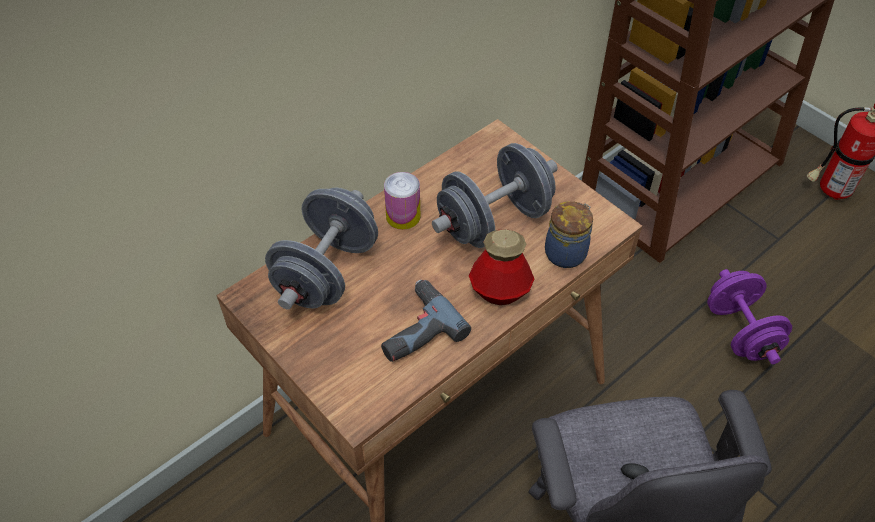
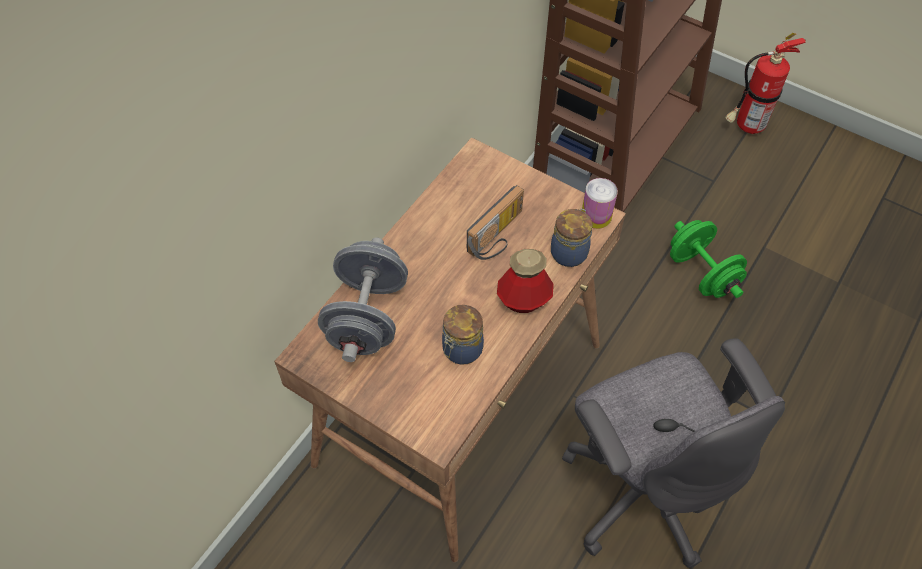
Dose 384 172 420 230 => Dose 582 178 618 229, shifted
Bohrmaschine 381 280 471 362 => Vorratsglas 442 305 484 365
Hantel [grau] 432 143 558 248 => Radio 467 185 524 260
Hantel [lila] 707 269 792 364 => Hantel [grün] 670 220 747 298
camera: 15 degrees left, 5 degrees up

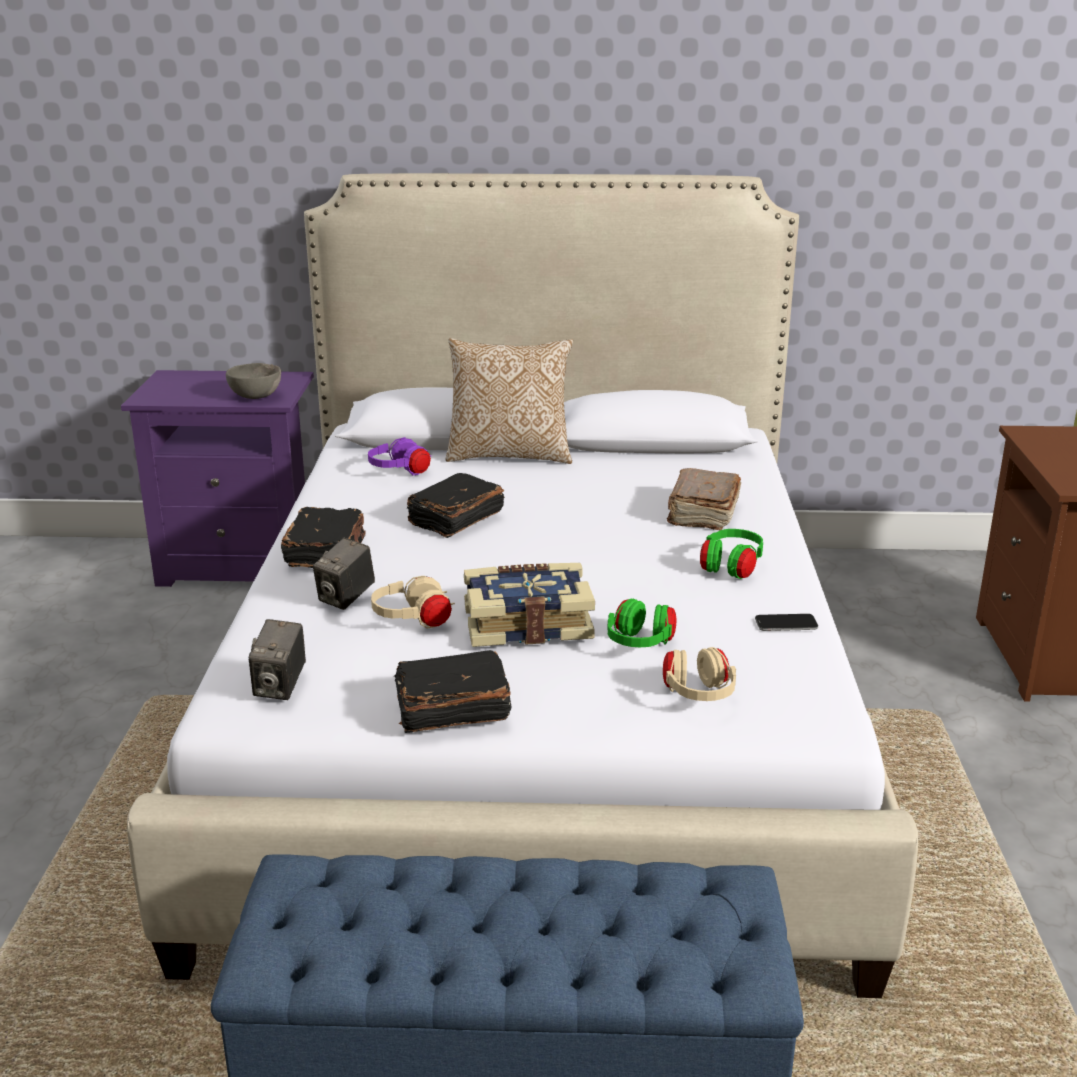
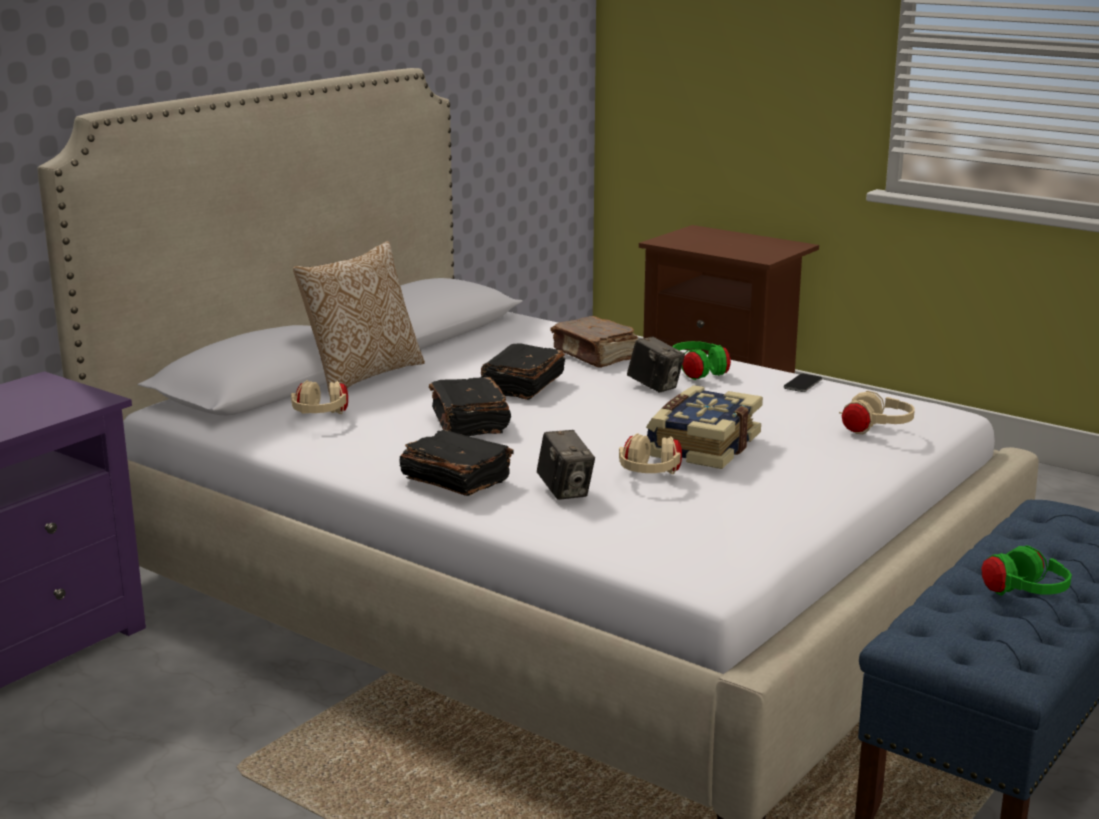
Schüssel [grau] 226 363 281 399 => nothing
Kamera 249 619 306 700 => Kamera 627 336 685 392, shifted
Buch [schwarz] 394 650 512 733 => Buch [schwarz] 481 343 565 400, shifted
Kopfhörer [grün] 607 598 677 647 => Kopfhörer [grün] 981 545 1072 596, shifted
Kopfhörer [lila] 368 437 431 476 => Kopfhörer [beige] 291 380 348 414
camera: 55 degrees left, 5 degrees down

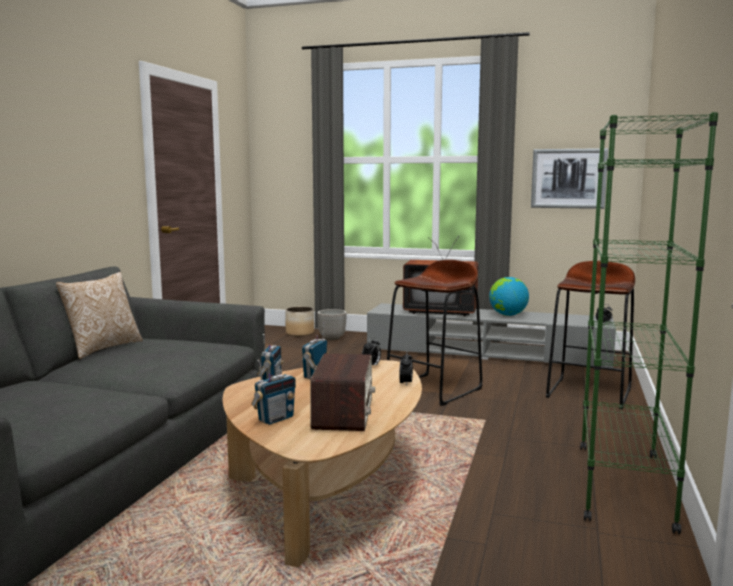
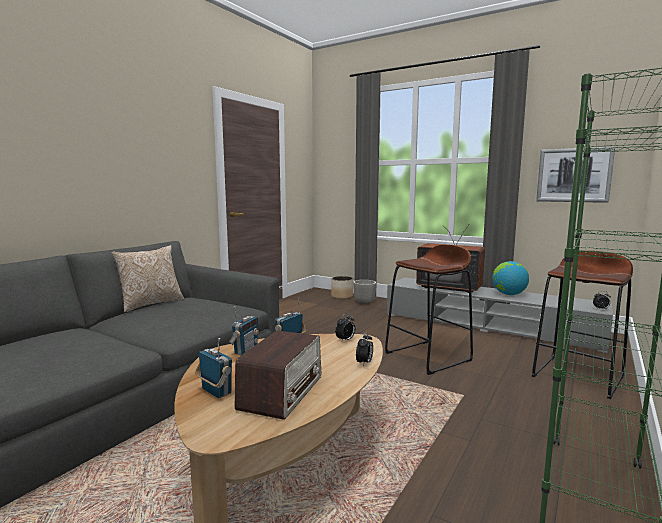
Radio 251 360 296 425 => Radio 195 338 232 398, 105 degrees counterclockwise
camera: 15 degrees right, 0 degrees up

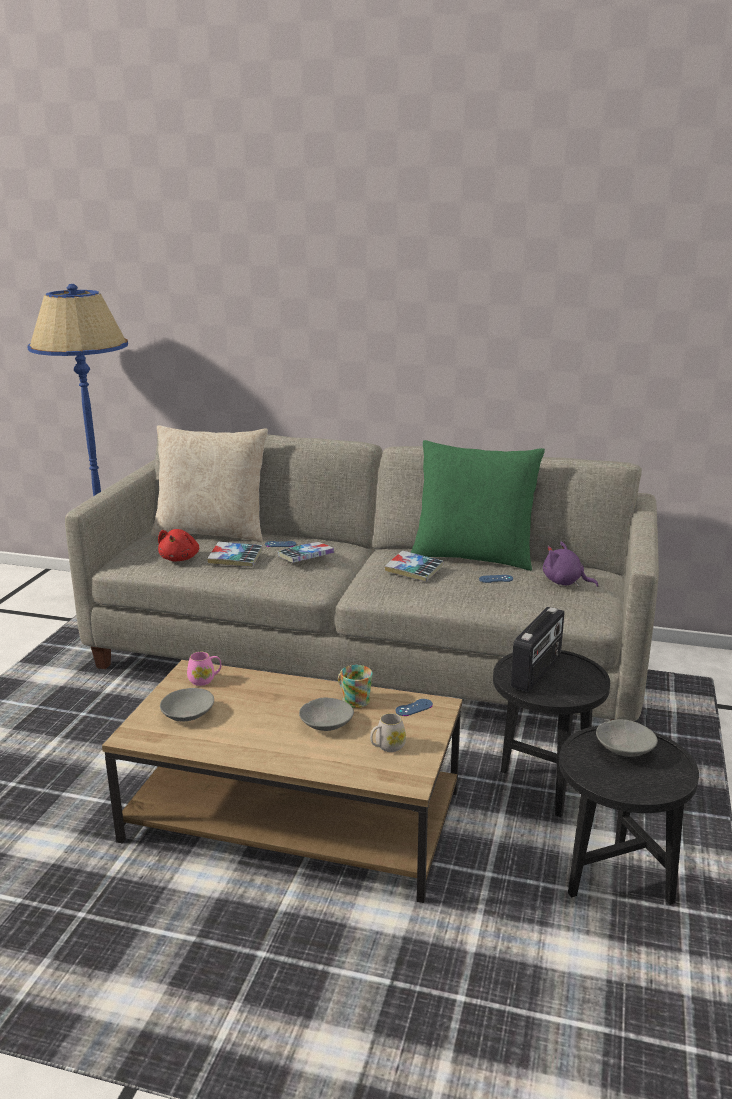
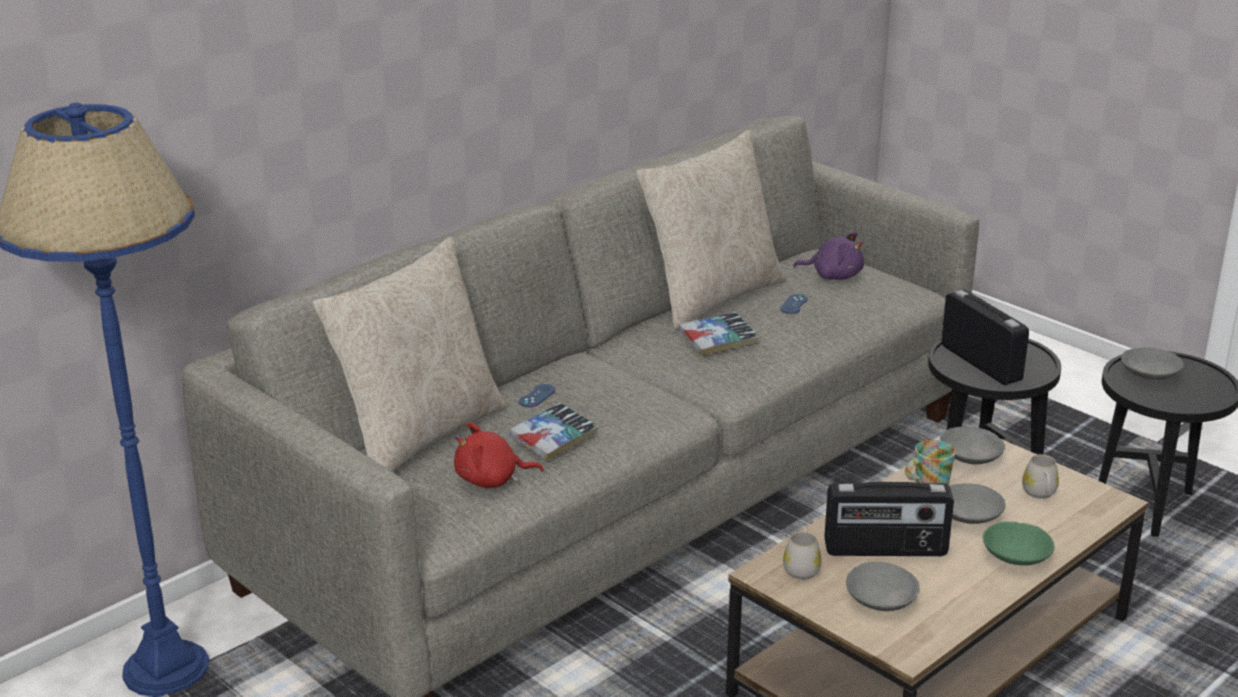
Buch 278 542 334 563 => nothing
nothing => Radio 824 481 954 556
nothing => Schüssel [grün] 983 522 1055 565
Gamepad [blau] 396 699 433 716 => Schüssel [grau] 940 427 1005 464
Henkelbecher [rosa] 187 652 222 686 => Henkelbecher [weiß] 783 530 821 580
Kissen [grün] 411 440 545 571 => Kissen [beige] 636 130 786 329
Plüschtier [rot] 158 529 199 561 => Plüschtier [rot] 454 422 544 488, 135 degrees clockwise
Plüschtier [lila] 543 542 598 587 => Plüschtier [lila] 793 232 864 280, 135 degrees counterclockwise
camera: 60 degrees left, 5 degrees up

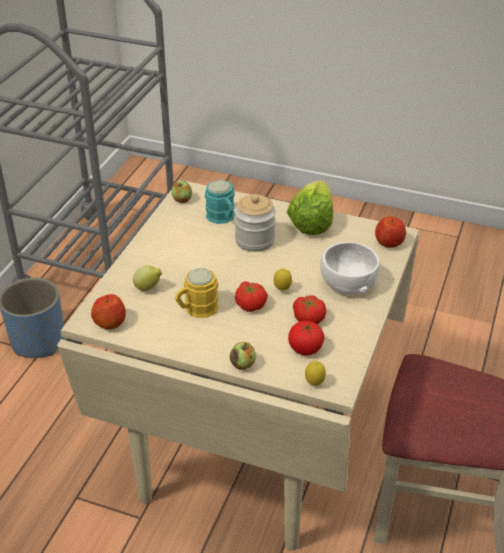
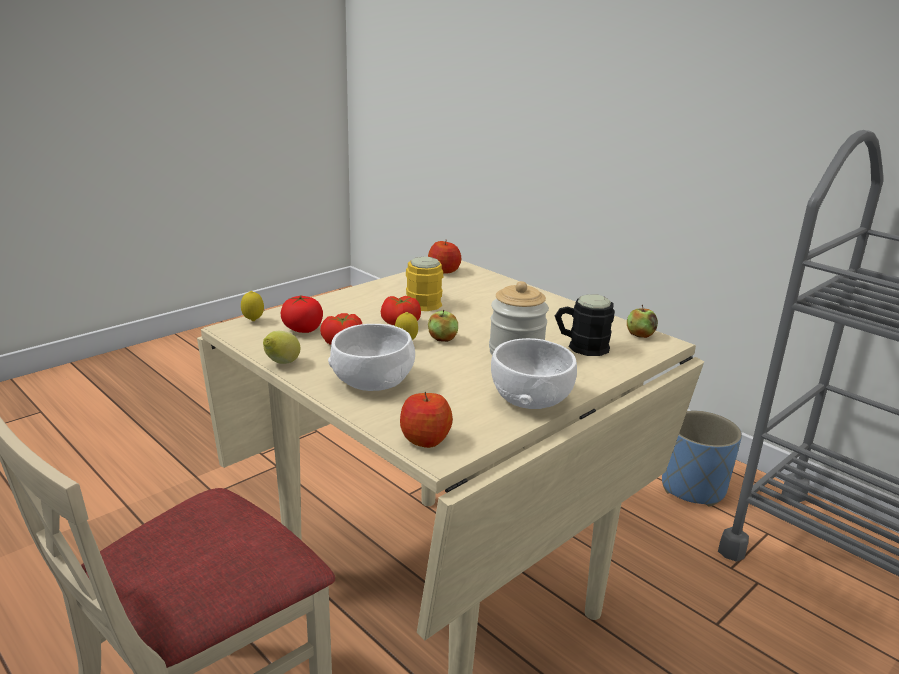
Zitrone 133 265 162 291 => Zitrone 263 331 301 364, shifted
Apfel 230 342 256 370 => Apfel 428 310 458 342, shifted
Salatkopf 287 180 333 235 => Schüssel [weiß] 491 338 577 409
Henkelbecher [türkis] 205 180 235 224 => Henkelbecher [schwarz] 555 294 615 356
camera: 115 degrees right, 15 degrees down

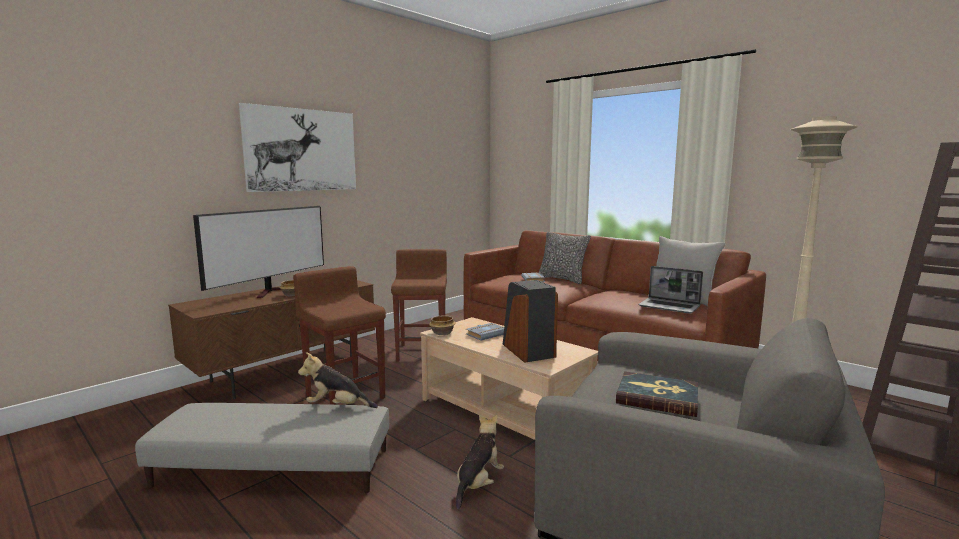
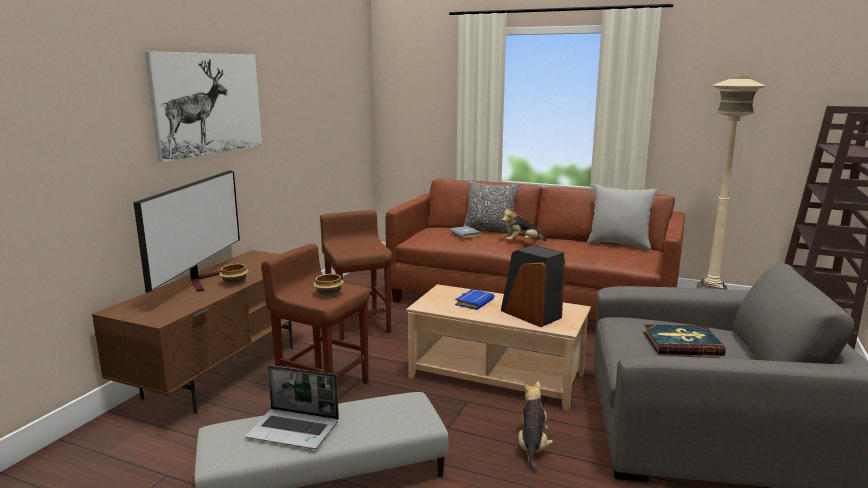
Plüschtier 298 352 378 408 => Plüschtier 502 207 546 241, shifted
Schüssel 429 315 456 335 => Schüssel 314 274 344 297, shifted
Laptop 639 266 703 314 => Laptop 245 365 339 449, shifted
Buch [grau] 466 323 504 341 => Buch [blau] 455 289 494 310
camera: 20 degrees left, 5 degrees up

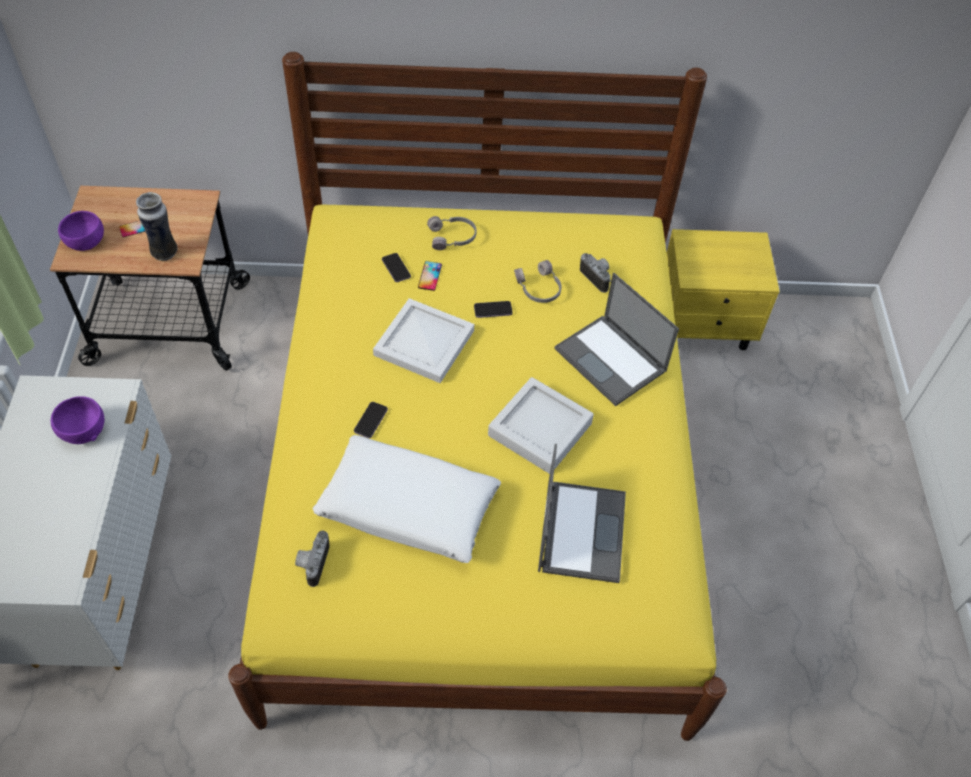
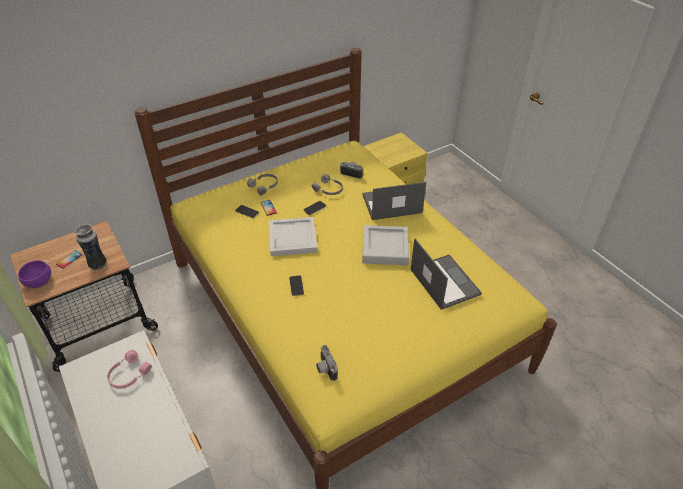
Kissen [weiß] 312 435 501 563 => nothing
Schüssel [lila] 51 396 104 444 => Kopfhörer [rosa] 107 350 152 388
Laptop 554 273 679 406 => Laptop 362 182 426 220, 150 degrees clockwise
camera: 30 degrees left, 10 degrees down

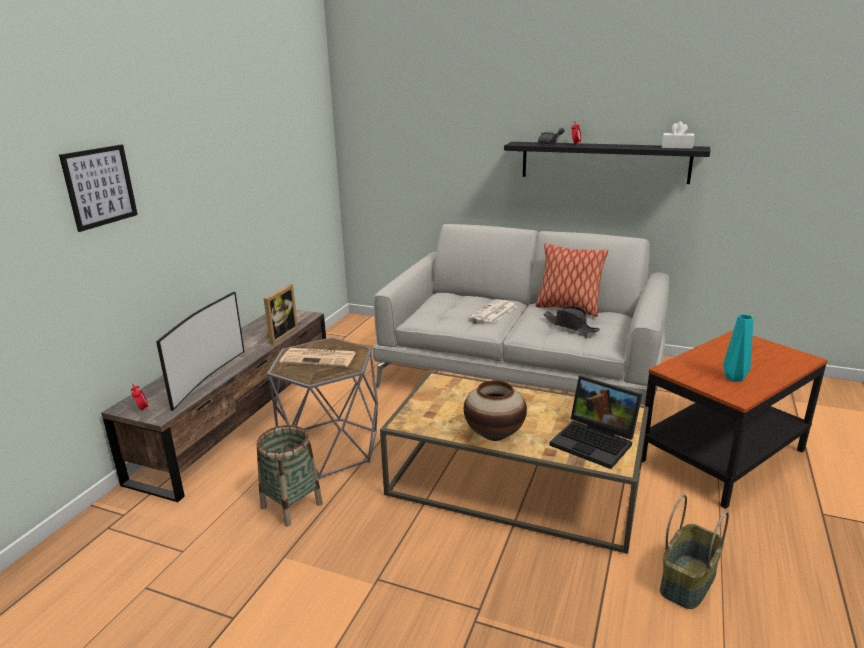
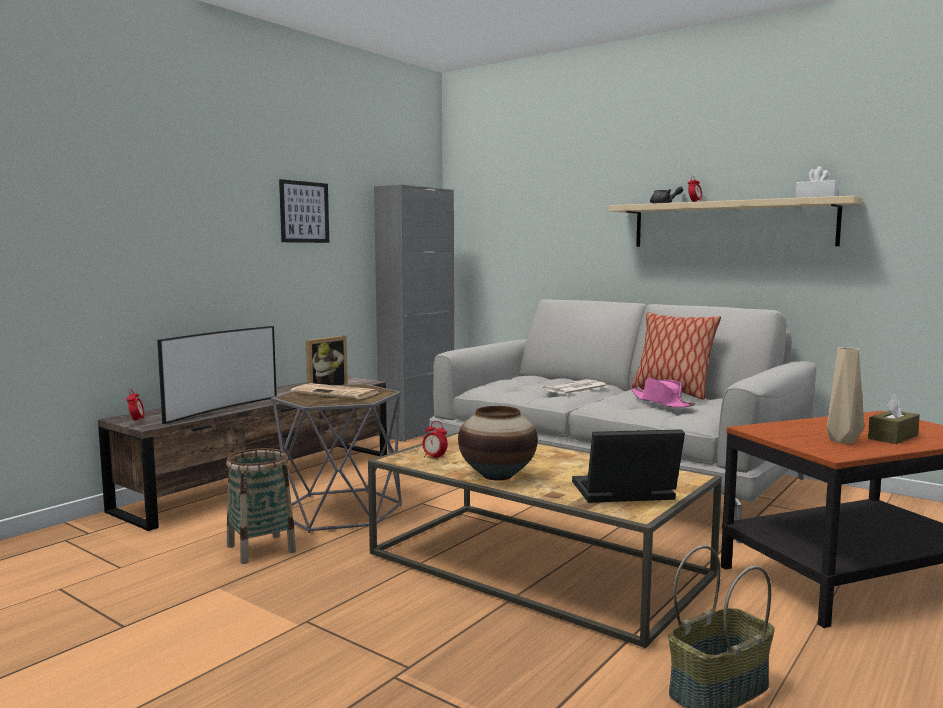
nothing => Schrank [grau] 374 184 454 442
nothing => Wecker 422 421 448 460
nothing => Taschentuchbox [braun] 868 394 920 444
Bild 59 144 138 232 => Bild 279 179 329 243, shifted
Wandregal [schwarz] 504 142 710 184 => Wandregal [beige] 609 196 863 247
Hut [schwarz] 543 306 600 333 => Hut [rosa] 631 378 696 408
Vase [türkis] 723 314 754 382 => Vase [beige] 827 347 864 444
Laptop 549 376 642 469 => Laptop 572 429 685 503, 120 degrees clockwise
camera: 15 degrees right, 15 degrees down

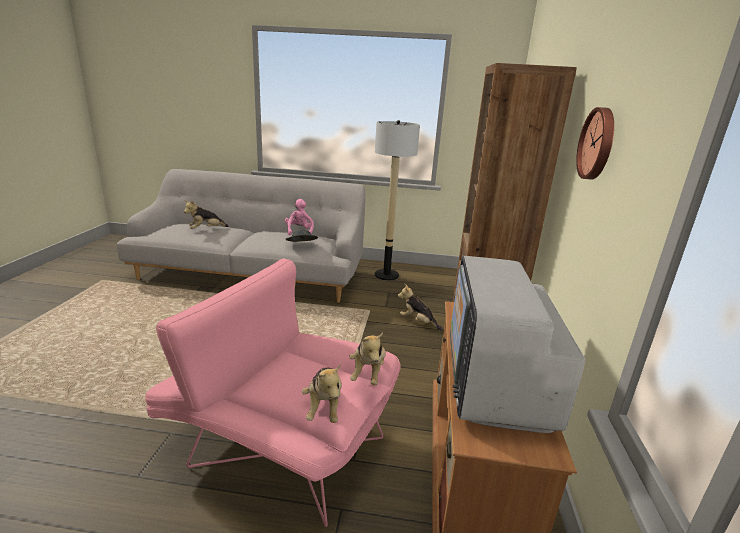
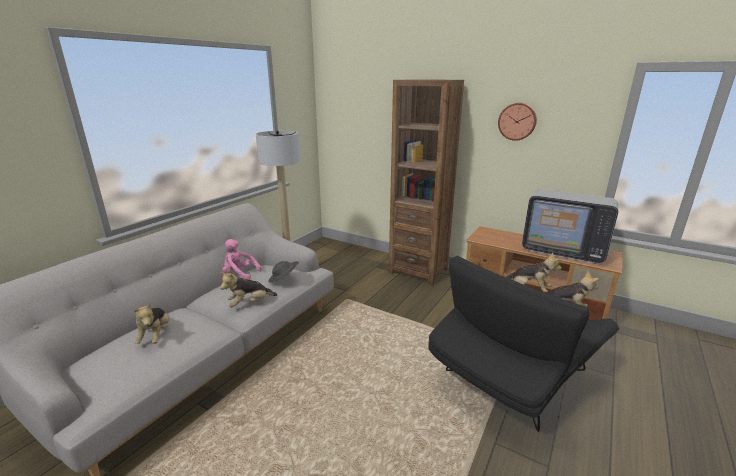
Plüschtier 398 284 442 330 => Plüschtier 220 272 277 307, shifted
Sessel [rosa] 145 258 401 527 => Sessel [schwarz] 428 256 619 432
camera: 65 degrees left, 0 degrees up

